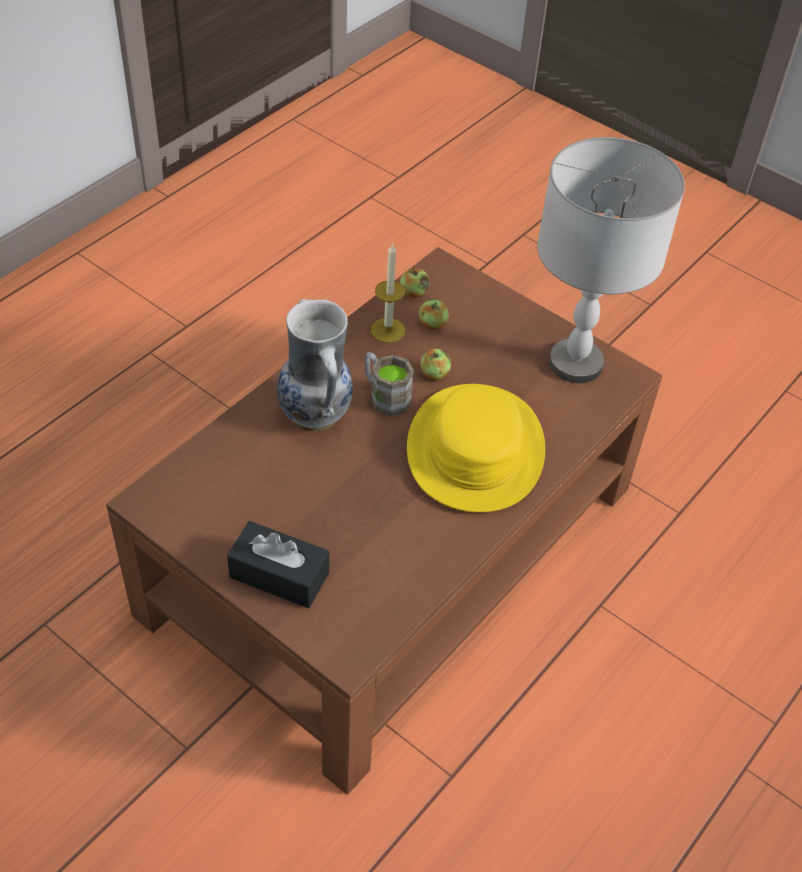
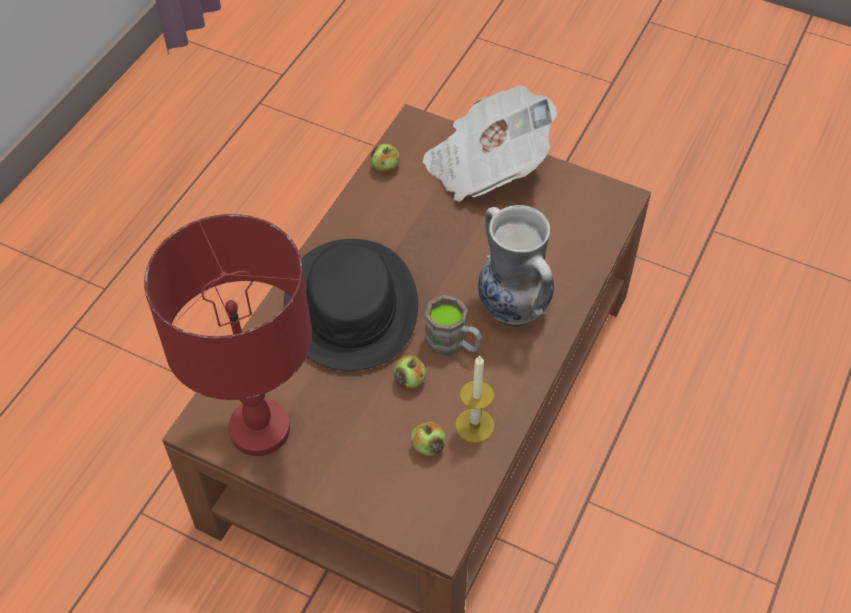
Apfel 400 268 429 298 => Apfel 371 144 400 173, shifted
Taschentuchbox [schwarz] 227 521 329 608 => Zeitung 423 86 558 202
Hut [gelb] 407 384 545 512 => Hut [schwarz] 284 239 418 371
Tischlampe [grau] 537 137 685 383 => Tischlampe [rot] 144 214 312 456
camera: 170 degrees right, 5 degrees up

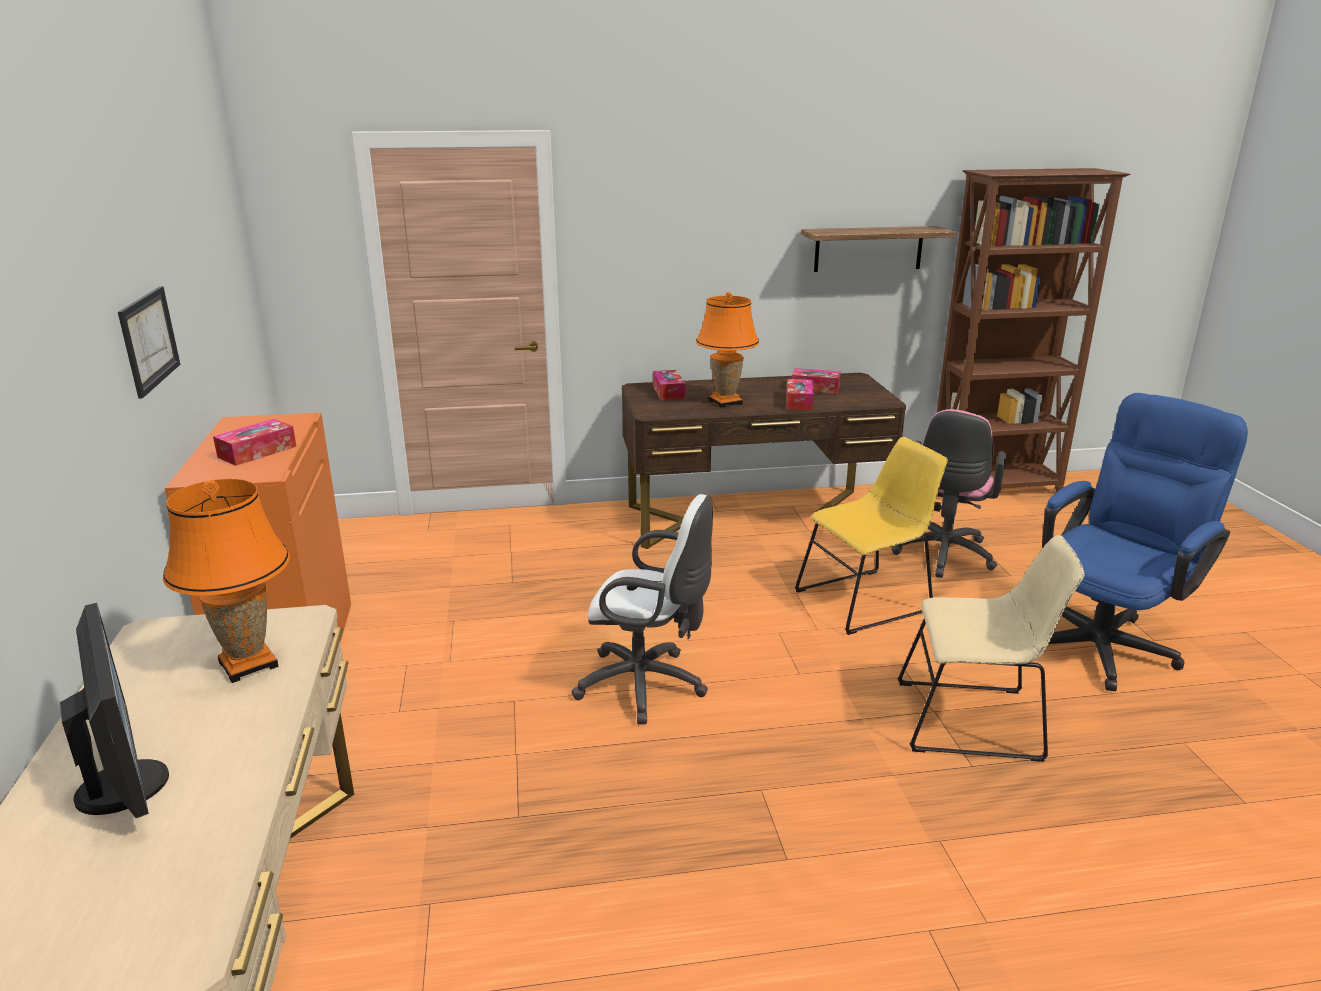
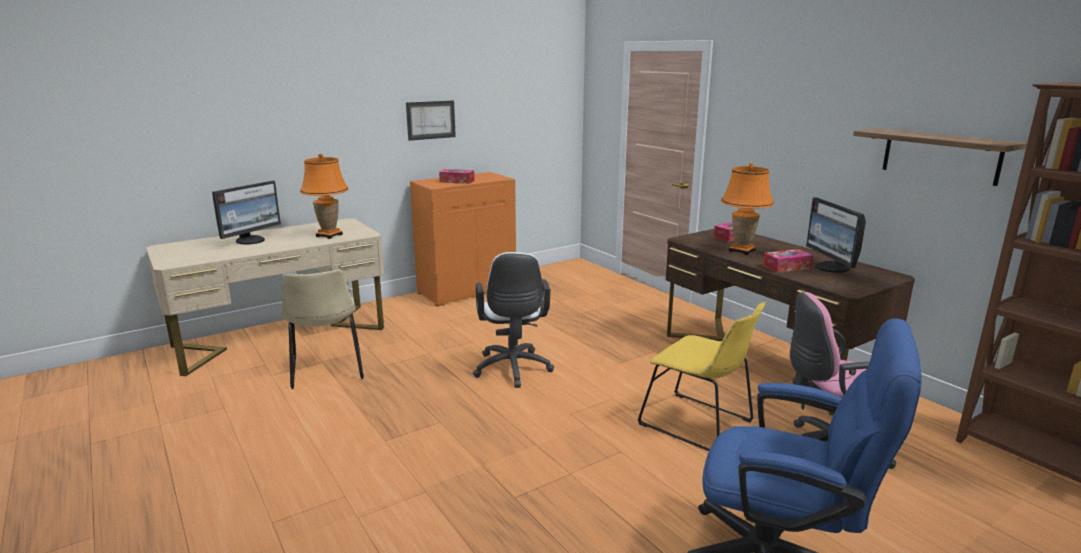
Stuhl [beige] 897 535 1085 762 => Stuhl [beige] 281 269 364 389, shifted
Taschentuchbox 792 368 841 394 => Monitor 806 197 866 273
camera: 65 degrees right, 5 degrees down

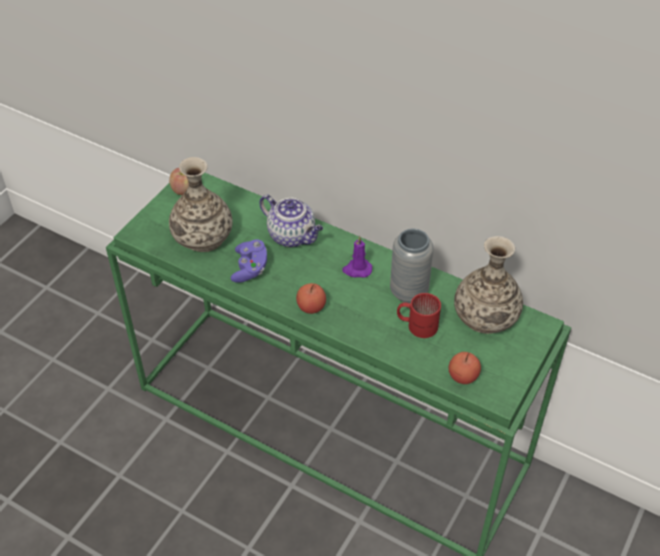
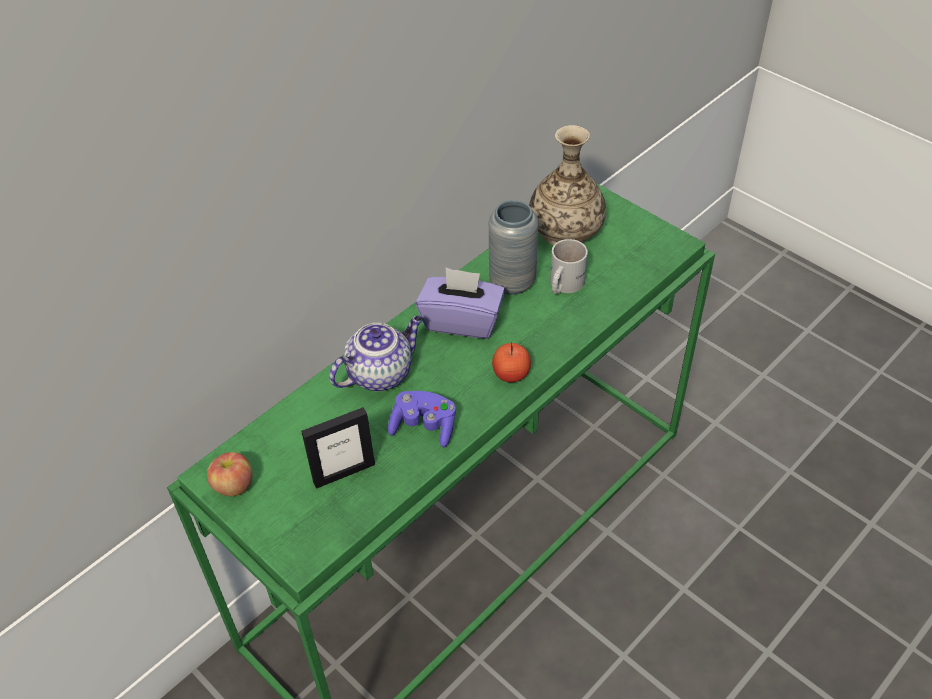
Apfel 449 352 481 384 => nothing
Vase 169 157 233 252 => Bilderrahmen 301 407 375 489
Kerze [lila] 342 236 372 277 => Taschentuchbox [lila] 416 268 505 339
Henkelbecher [rot] 397 293 441 338 => Henkelbecher [weiß] 550 239 588 294
camera: 75 degrees left, 0 degrees up

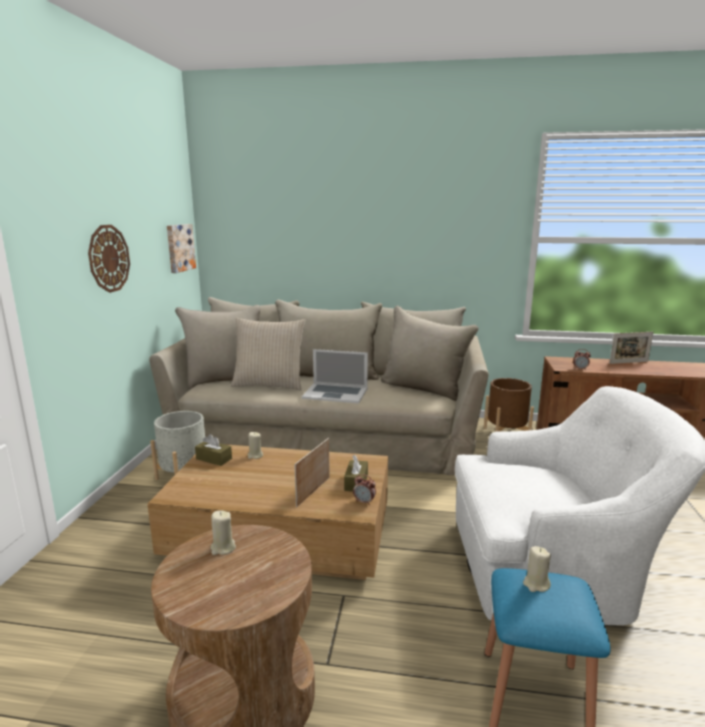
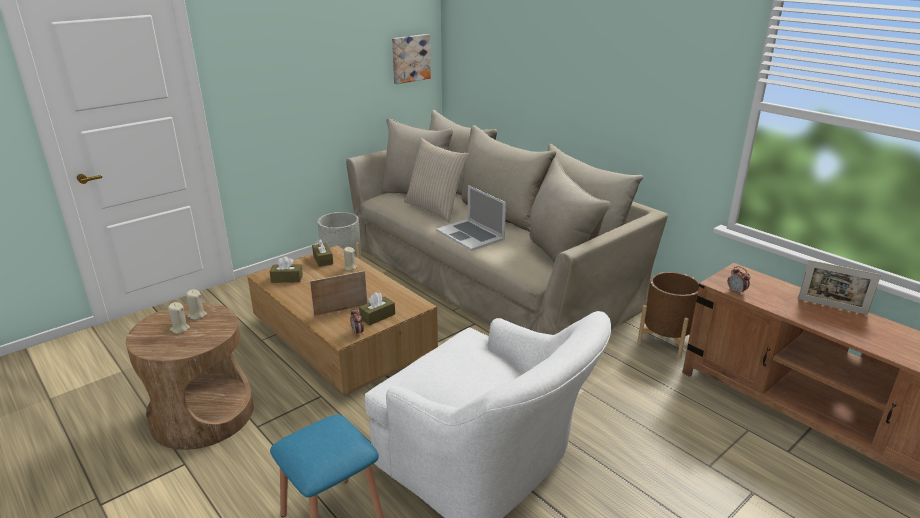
Wanduhr 88 225 130 293 => nothing
nothing => Taschentuchbox [braun] 270 256 303 283
Kerze [beige] 523 546 551 592 => Kerze [beige] 168 302 190 334, shifted
camera: 40 degrees right, 10 degrees up

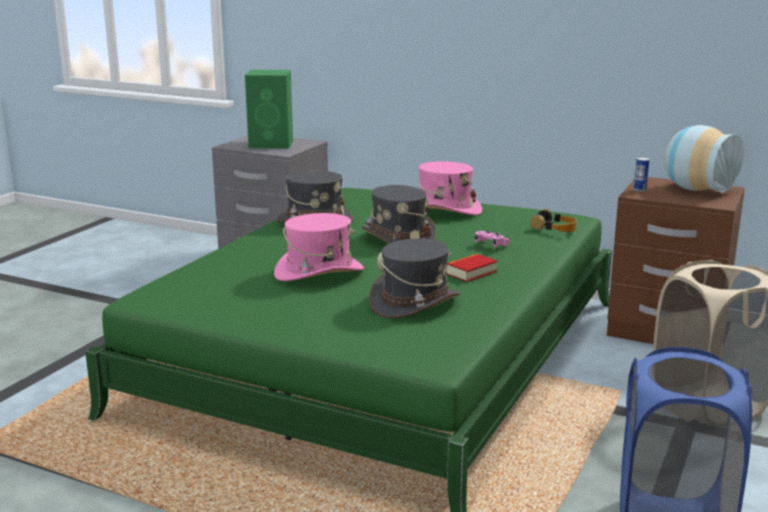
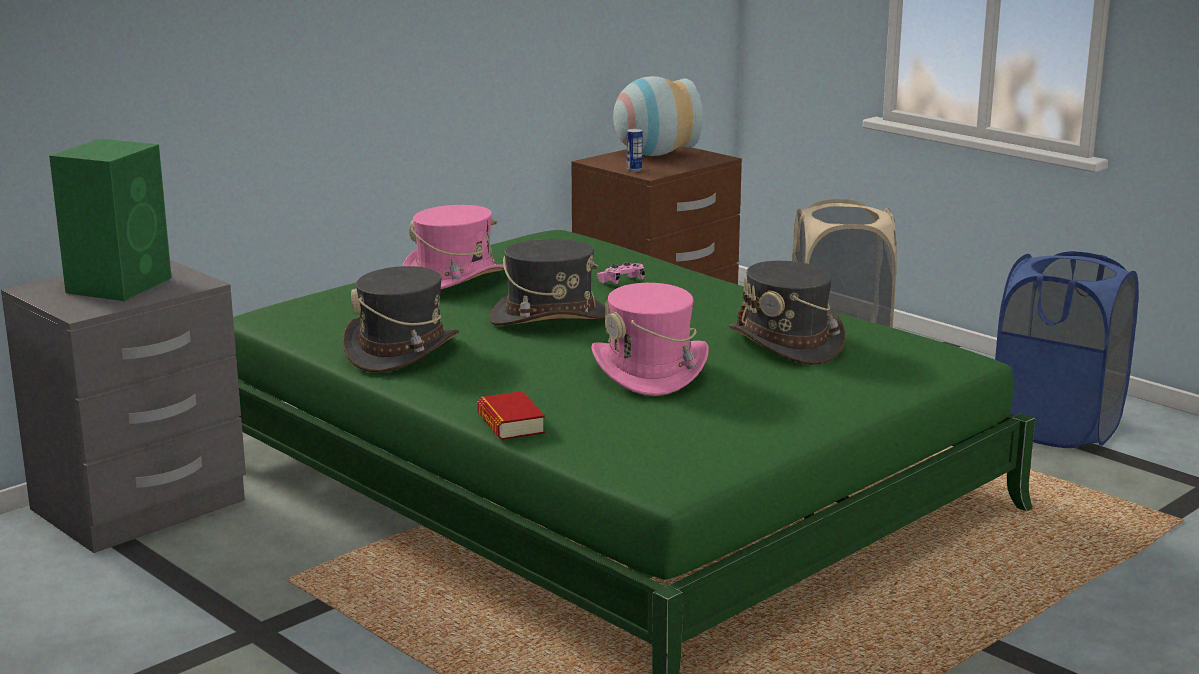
Kopfhörer 530 209 577 232 => nothing
Buch 446 254 498 282 => Buch 477 391 545 440, shifted
camera: 70 degrees left, 0 degrees up

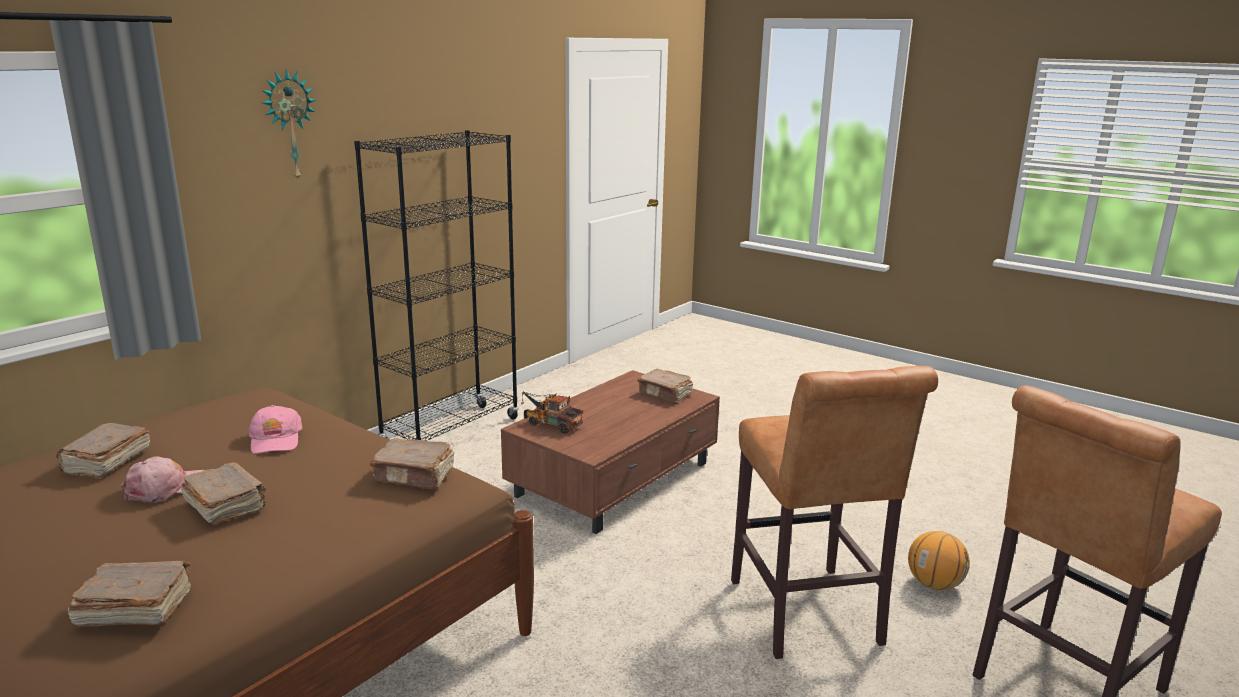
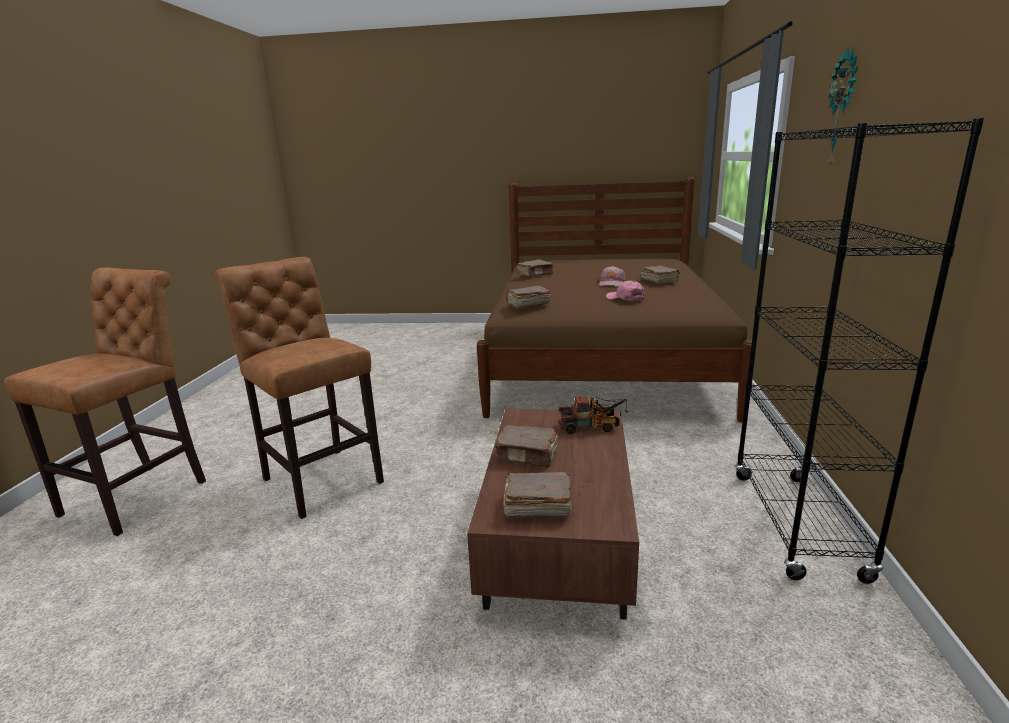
Basketball 908 531 970 590 => nothing
Buch [braun] 181 462 267 525 => Buch [braun] 495 425 558 467, shifted
camera: 150 degrees right, 0 degrees up

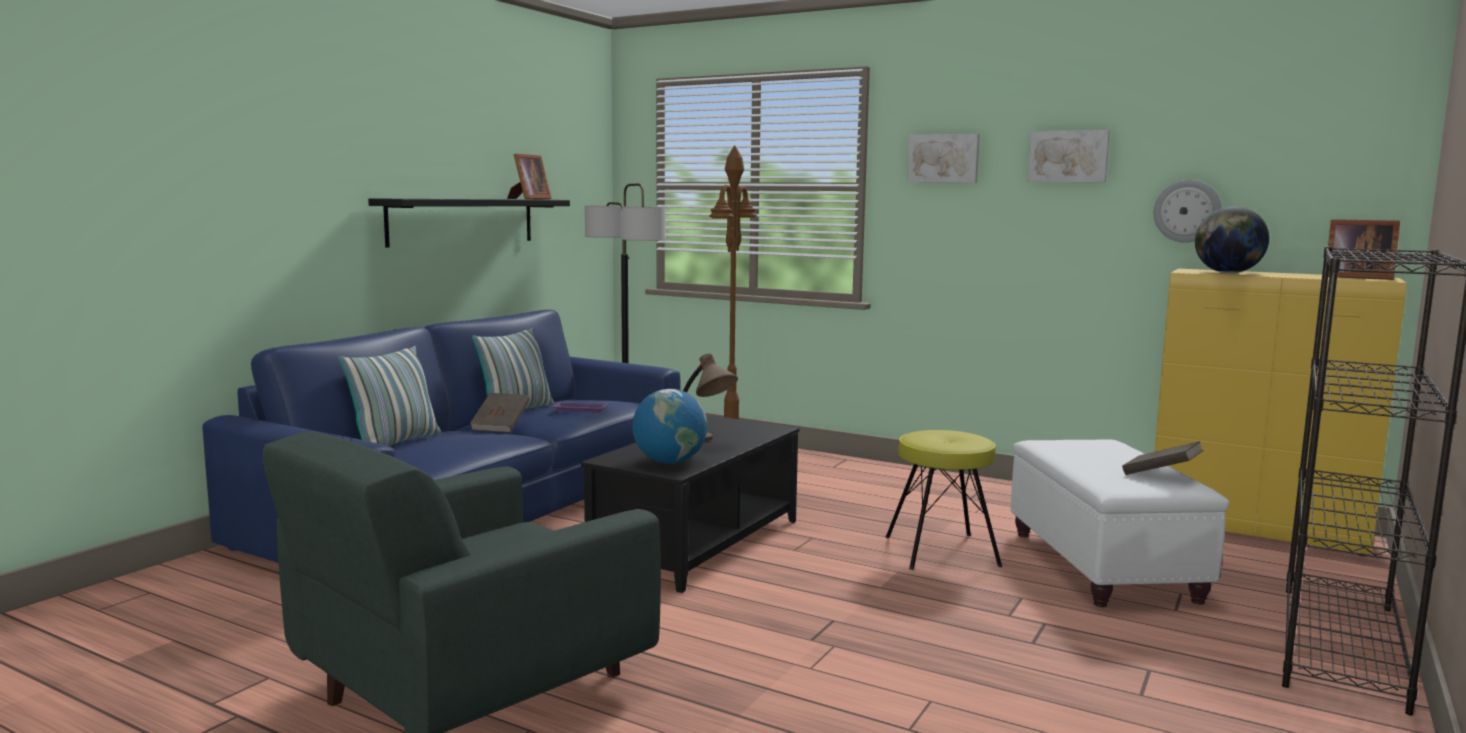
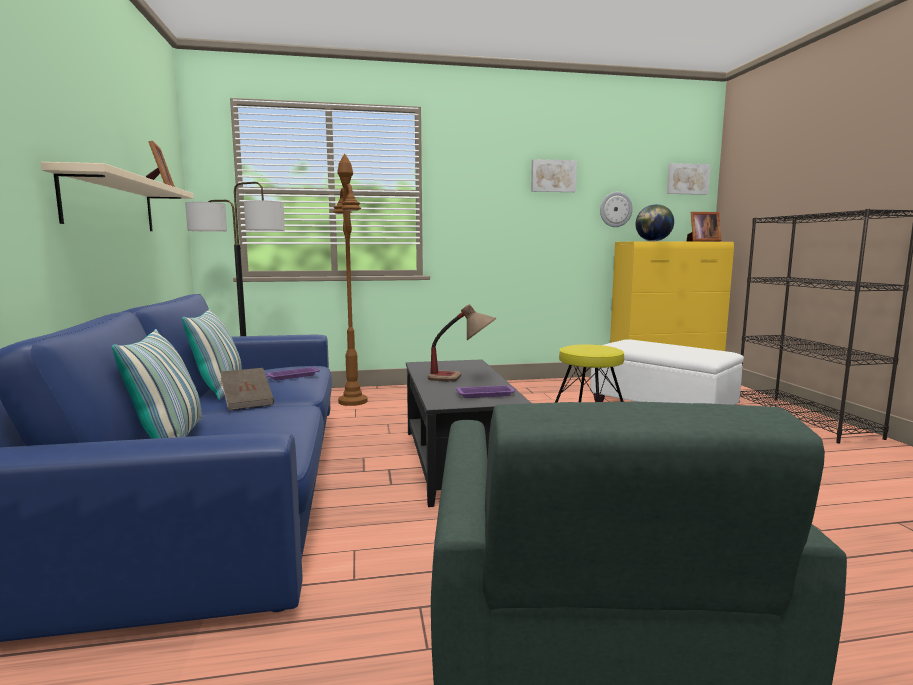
Buch [braun] 1122 441 1204 475 => nothing
Bild 907 134 980 183 => Bild 667 163 711 195, shifted
Globus 632 389 707 464 => Tablett [lila] 456 385 515 398
Wandregal [schwarz] 368 198 570 248 => Wandregal [beige] 41 162 193 231
camera: 40 degrees left, 0 degrees up

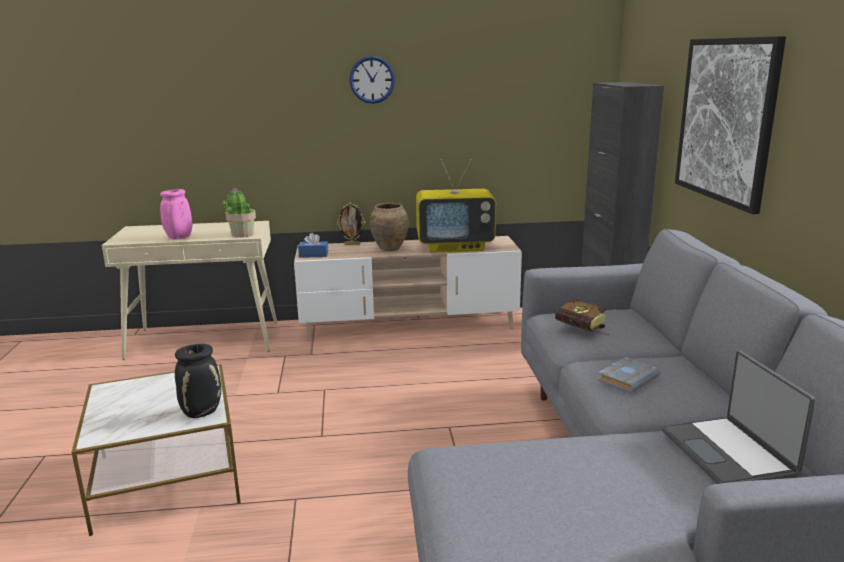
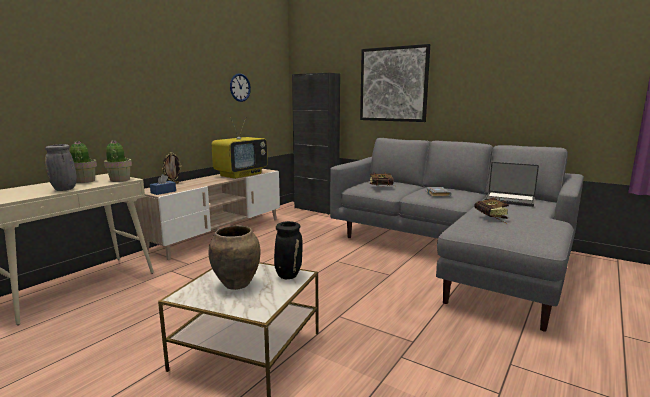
nothing => Topfpflanze 70 141 97 183
nothing => Buch 474 197 509 224
Wanduhr 349 56 395 104 => Wanduhr 230 73 251 102, shifted
Vase [braun] 370 203 409 251 => Vase [braun] 208 226 261 290, shifted
Vase [rosa] 160 189 192 239 => Vase [grau] 45 144 77 191
camera: 50 degrees left, 5 degrees down

